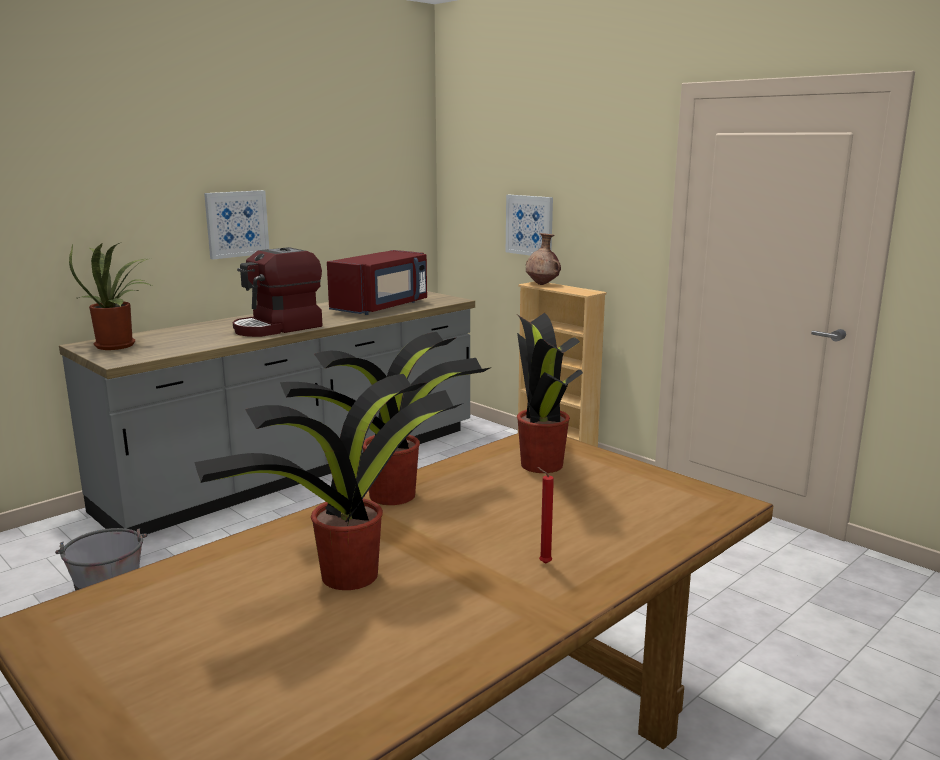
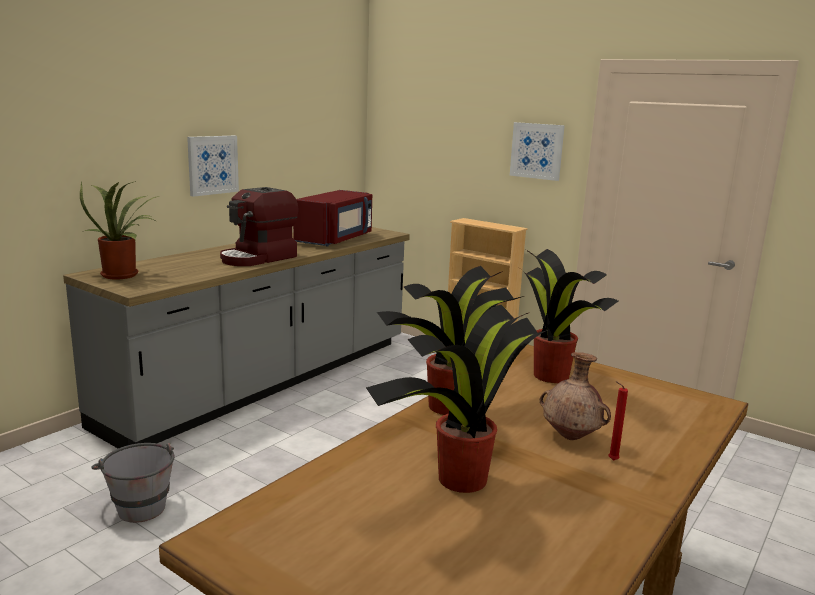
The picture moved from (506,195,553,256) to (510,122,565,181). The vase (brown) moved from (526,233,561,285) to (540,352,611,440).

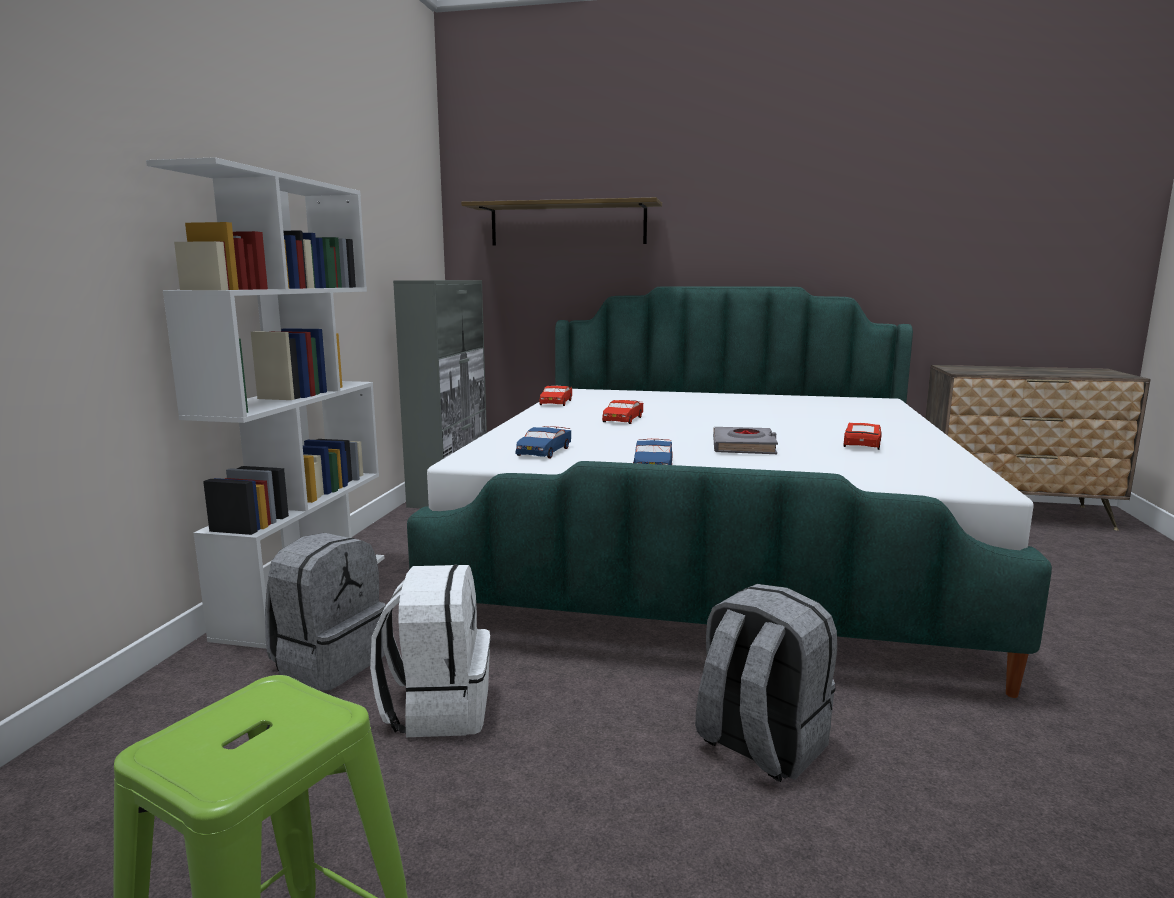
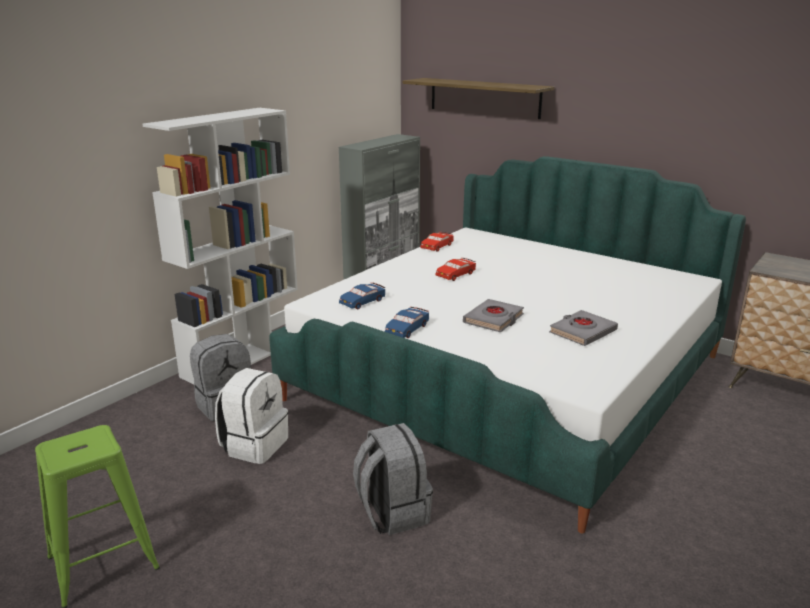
The toy car (red) at (844,423,882,450) was replaced by the book (grey) at (549,310,618,346).

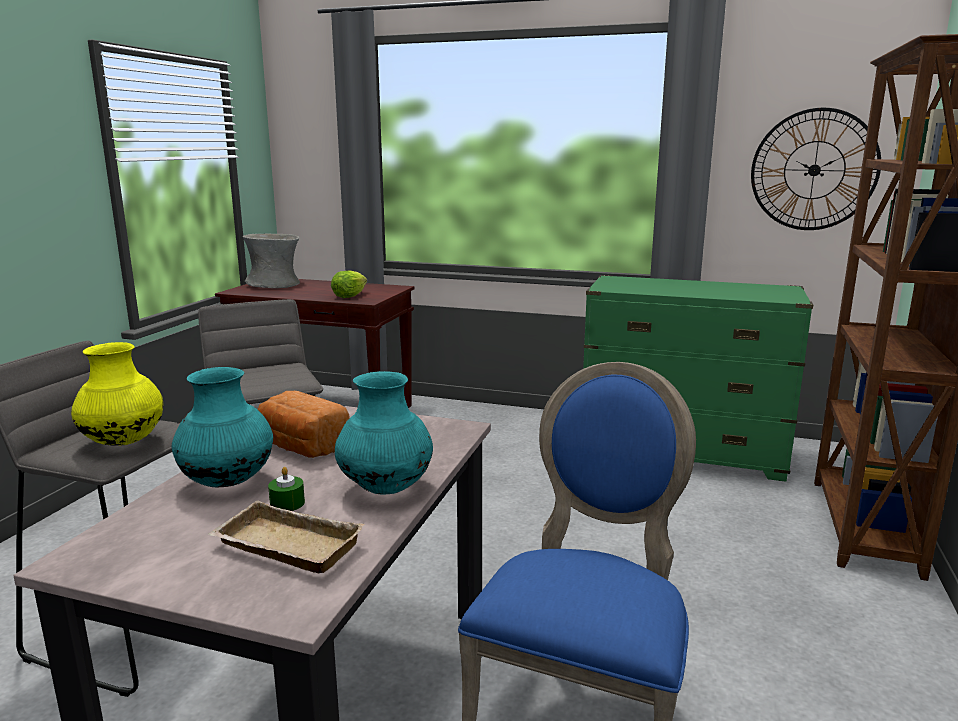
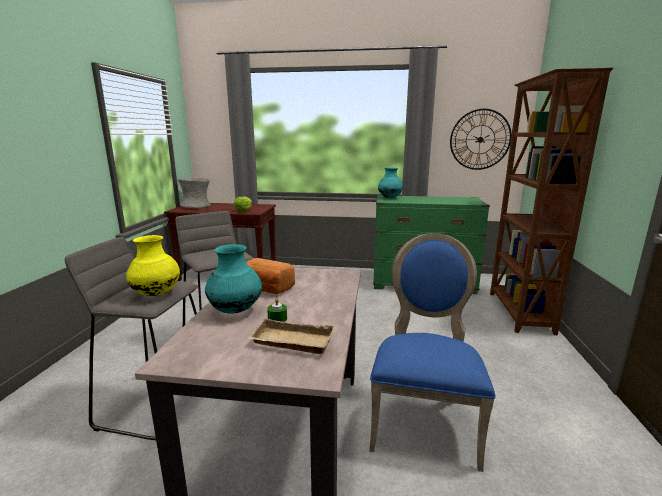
The vase (turquoise) moved from (335,371,433,495) to (378,168,403,198).

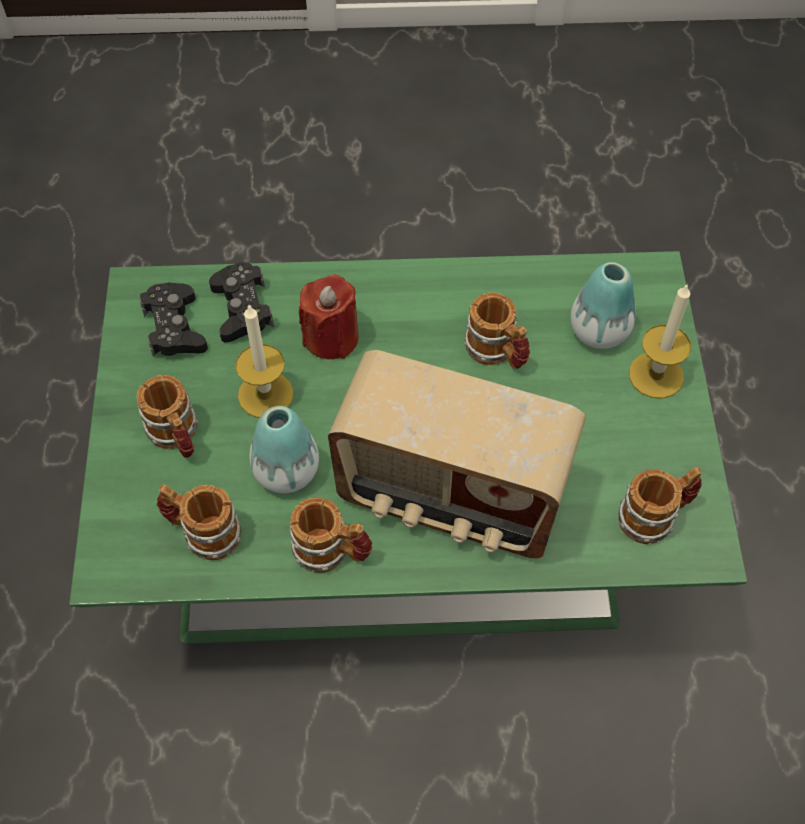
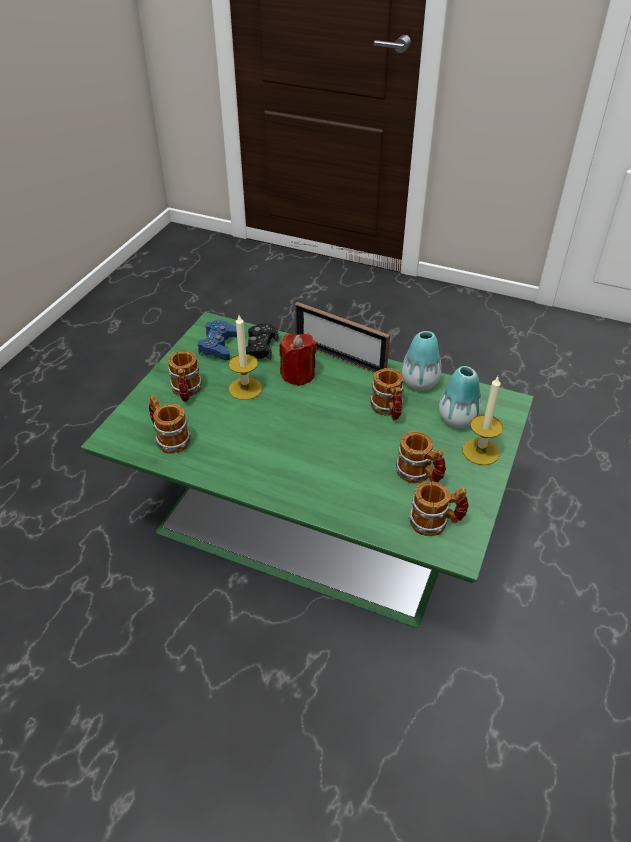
The game controller (black) at (139,282,208,357) became the game controller (blue) at (198,320,237,360). The picture frame at (295,302,390,373) appeared. The mug moved from (290,497,372,573) to (396,431,446,483). The vase moved from (250,406,319,493) to (401,331,441,390). The radio at (328,350,586,559) disappeared.

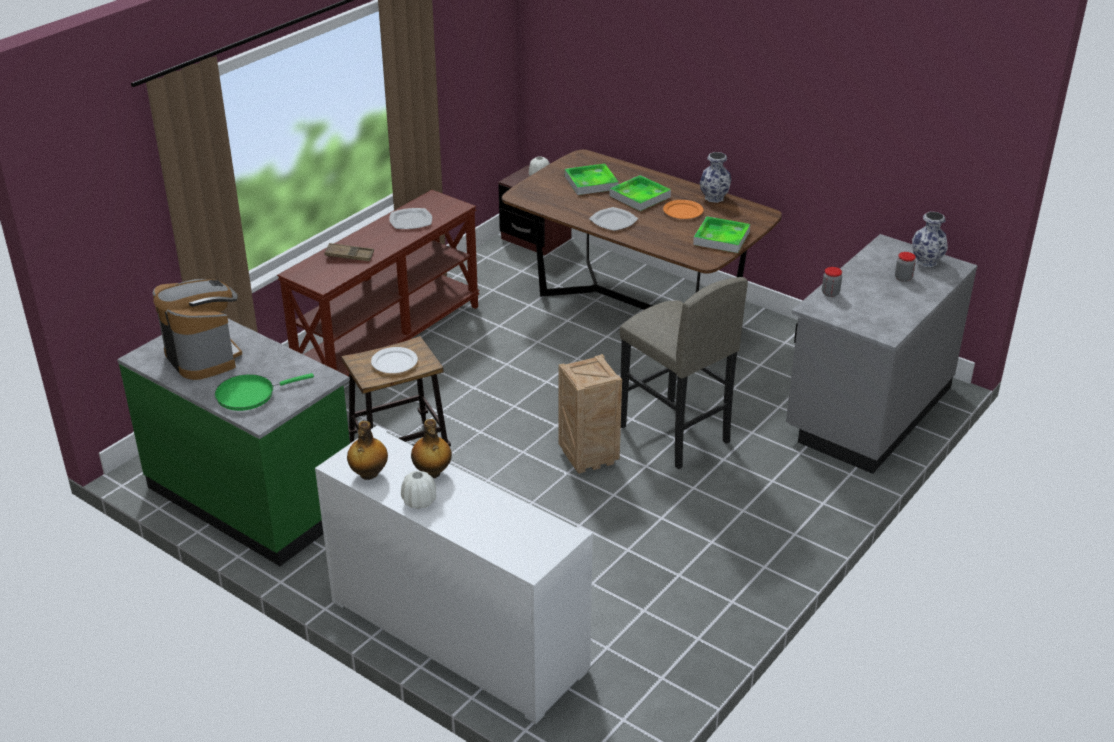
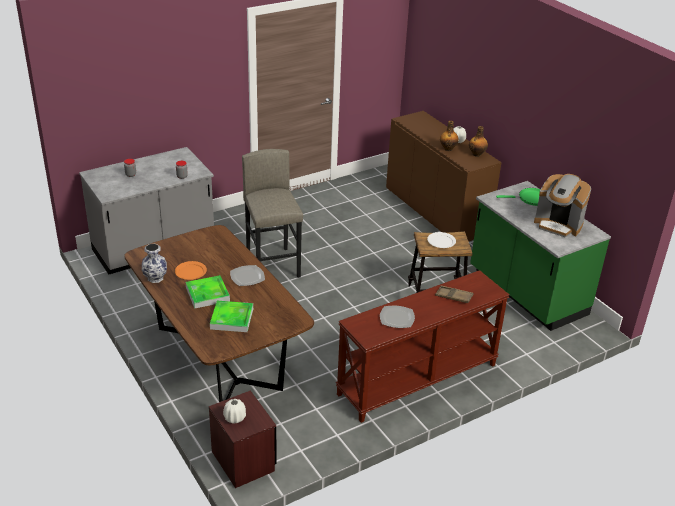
The cabinet (white) at (315,426,593,724) became the cabinet (brown) at (386,111,502,241). The coffee machine at (153,279,242,380) turned 45 degrees counterclockwise. The crate at (558,354,622,474) disappeared. The tray at (693,216,750,253) disappeared. The vase at (912,212,948,267) disappeared.

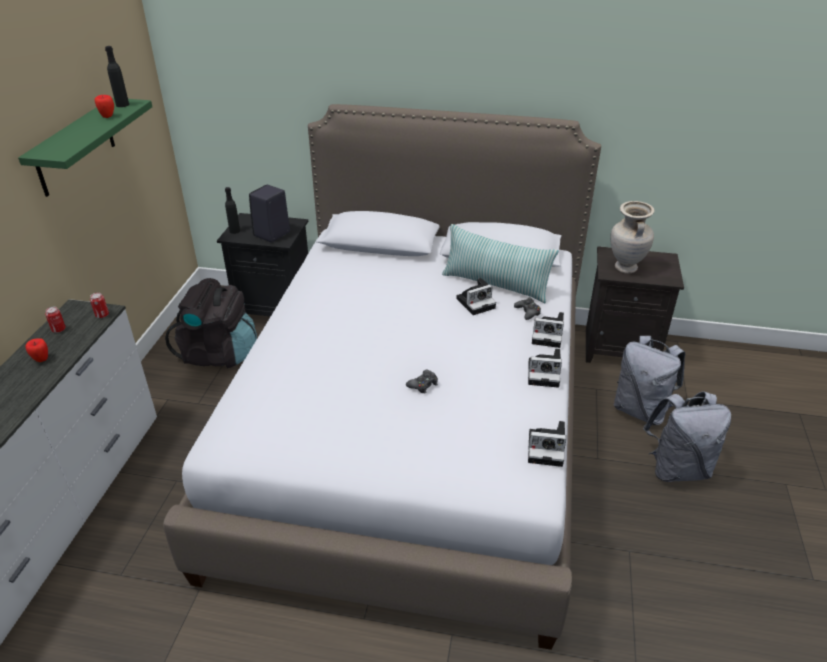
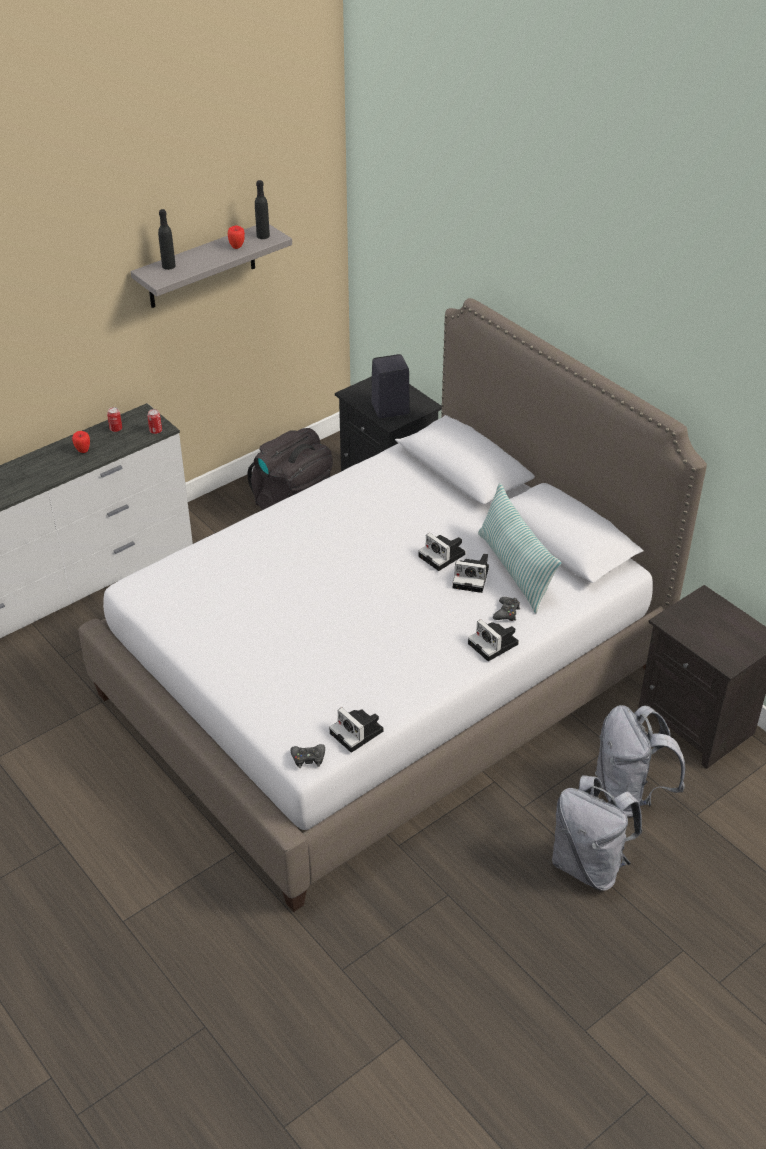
The shelf (green) at (18,98,152,197) became the shelf (grey) at (131,224,292,308). The bottle (black) moved from (225,187,240,234) to (158,209,176,270). The game controller (black) moved from (406,369,438,394) to (291,744,325,768). The photo camera moved from (528,348,562,388) to (418,533,465,571). The vase (beige) at (610,201,654,274) disappeared.

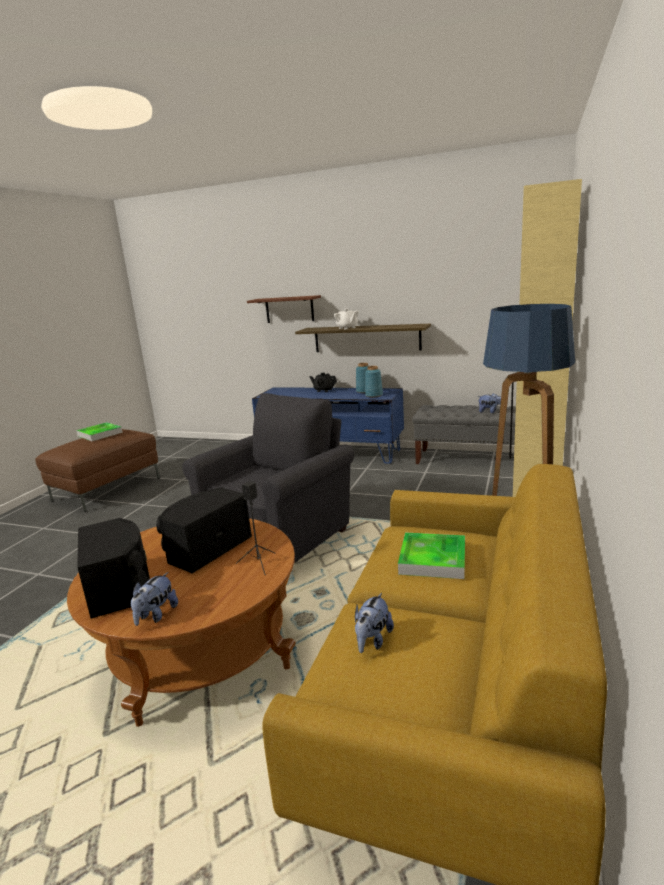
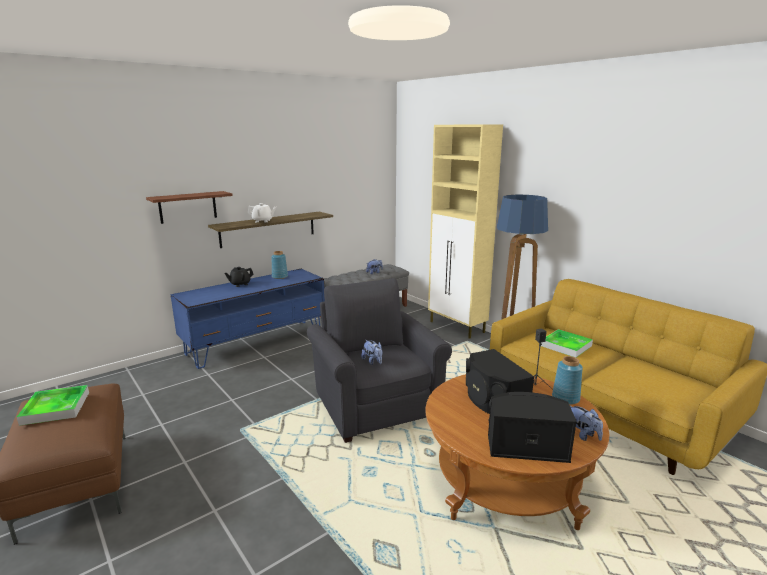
The plush toy moved from (355,593,394,653) to (361,340,382,365). The vase (blue) moved from (365,366,383,397) to (552,356,583,405).

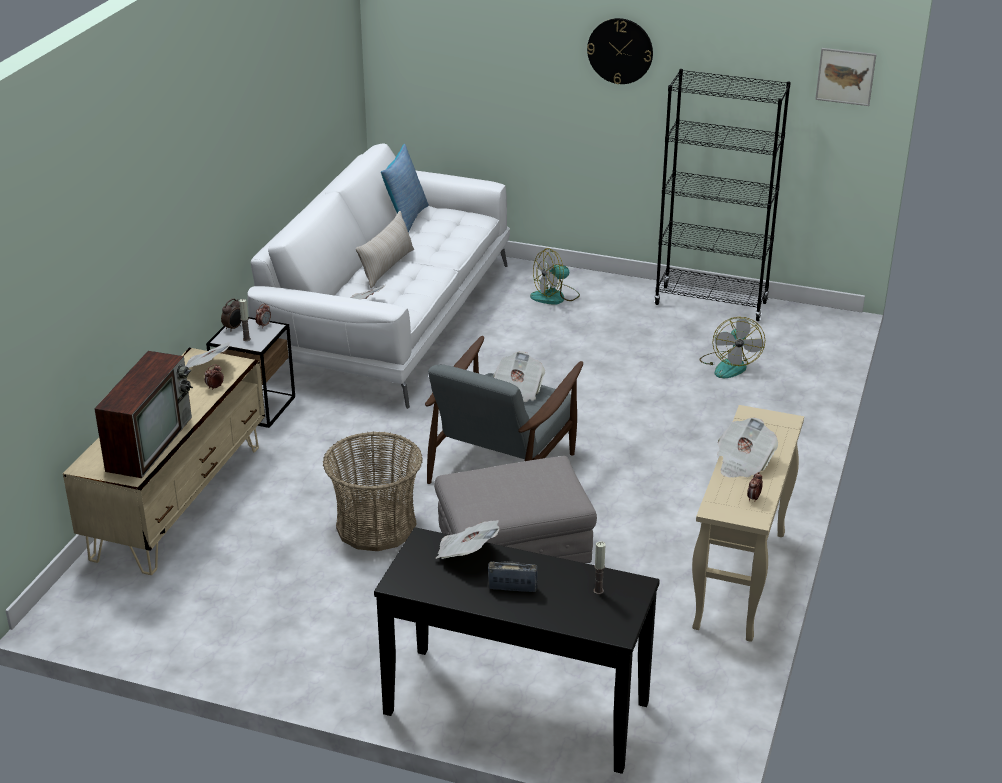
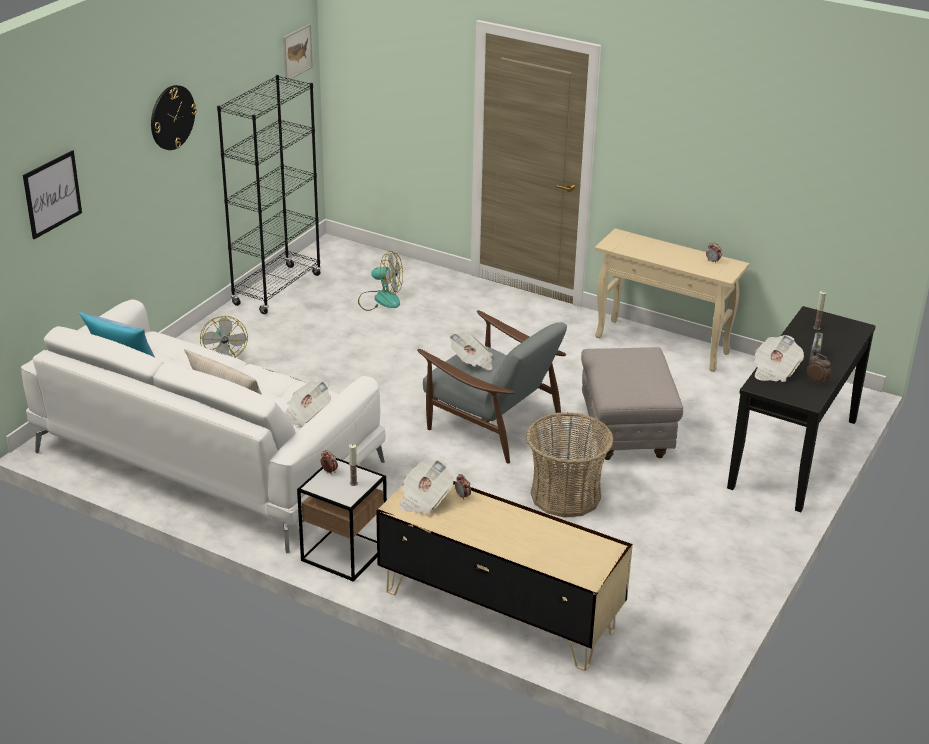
The picture at (23,150,82,239) appeared. The alarm clock moved from (221,298,242,332) to (807,353,831,385). The television at (94,351,193,478) disappeared. The newspaper at (717,418,778,477) disappeared.

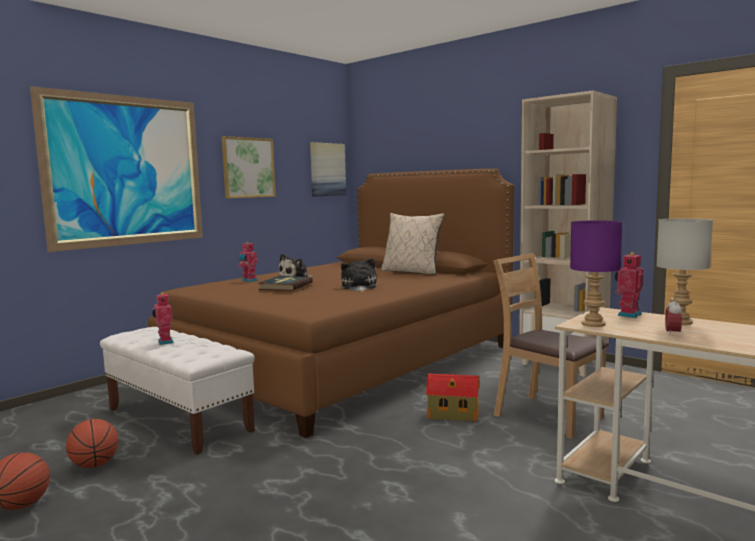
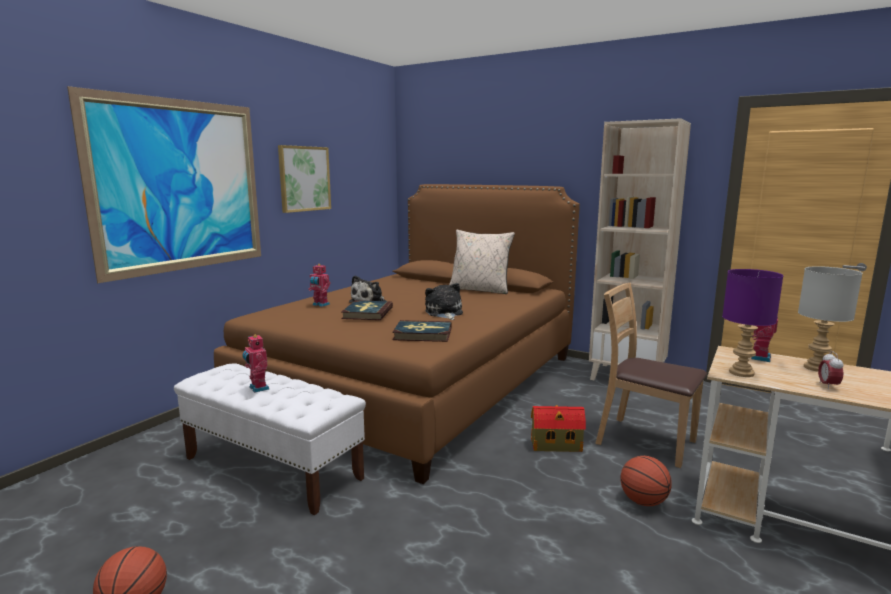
The book at (392,320,452,342) appeared. The basketball moved from (66,419,118,468) to (620,456,672,506). The picture at (310,142,346,196) disappeared.

